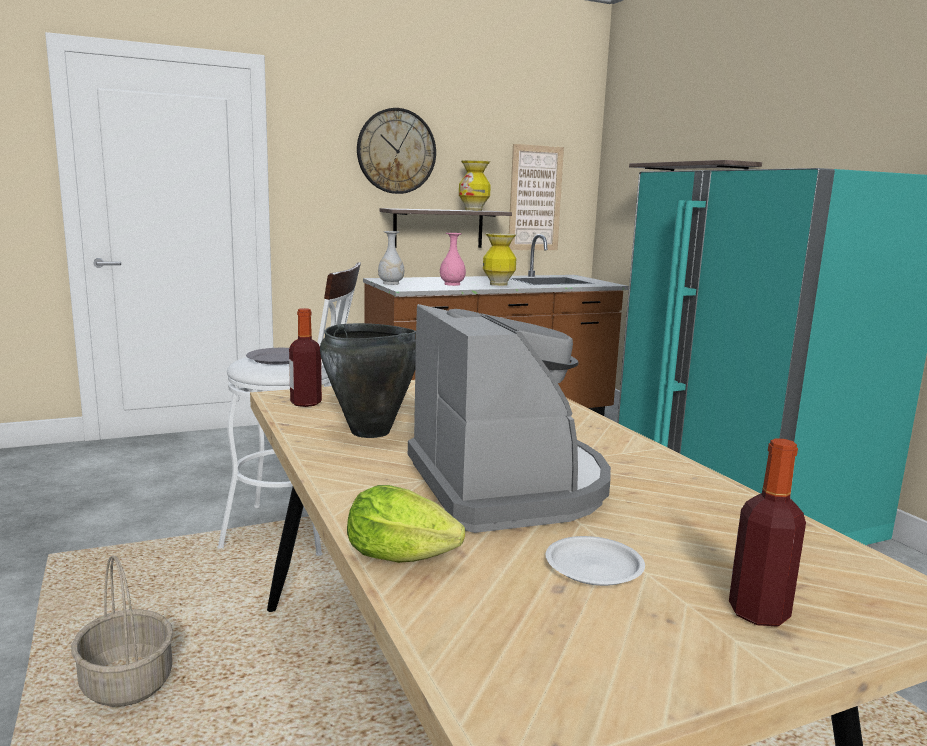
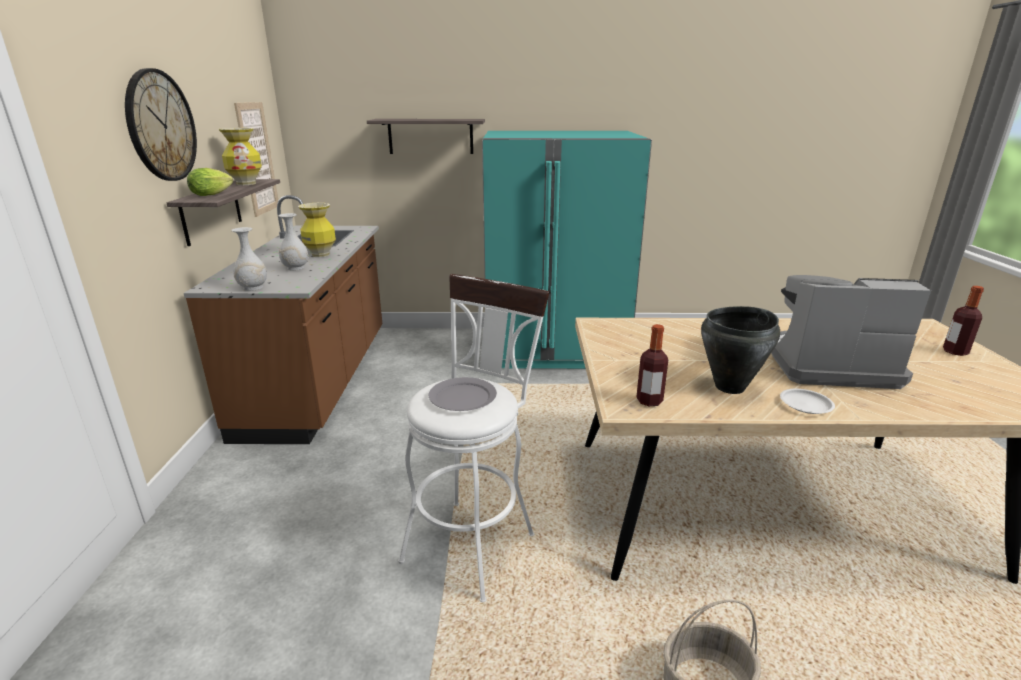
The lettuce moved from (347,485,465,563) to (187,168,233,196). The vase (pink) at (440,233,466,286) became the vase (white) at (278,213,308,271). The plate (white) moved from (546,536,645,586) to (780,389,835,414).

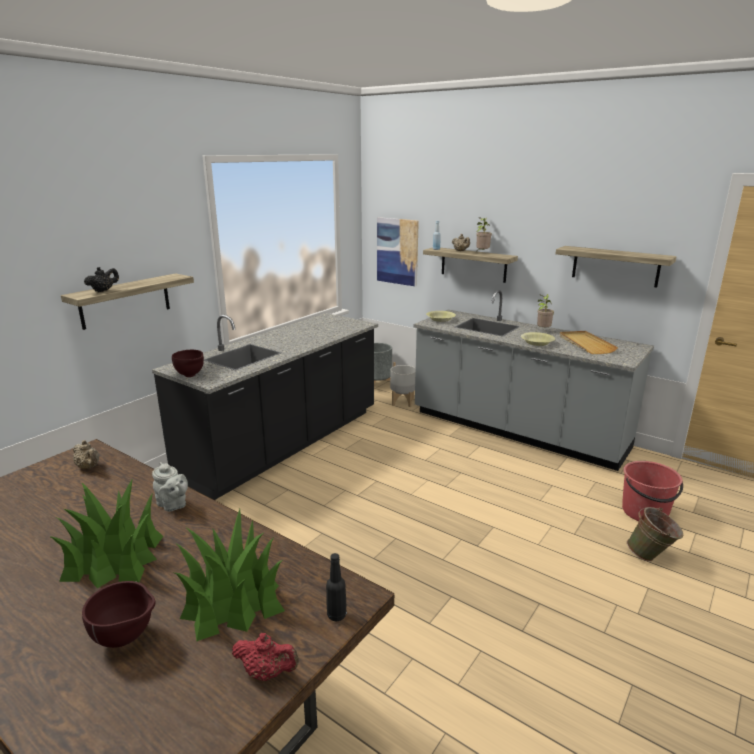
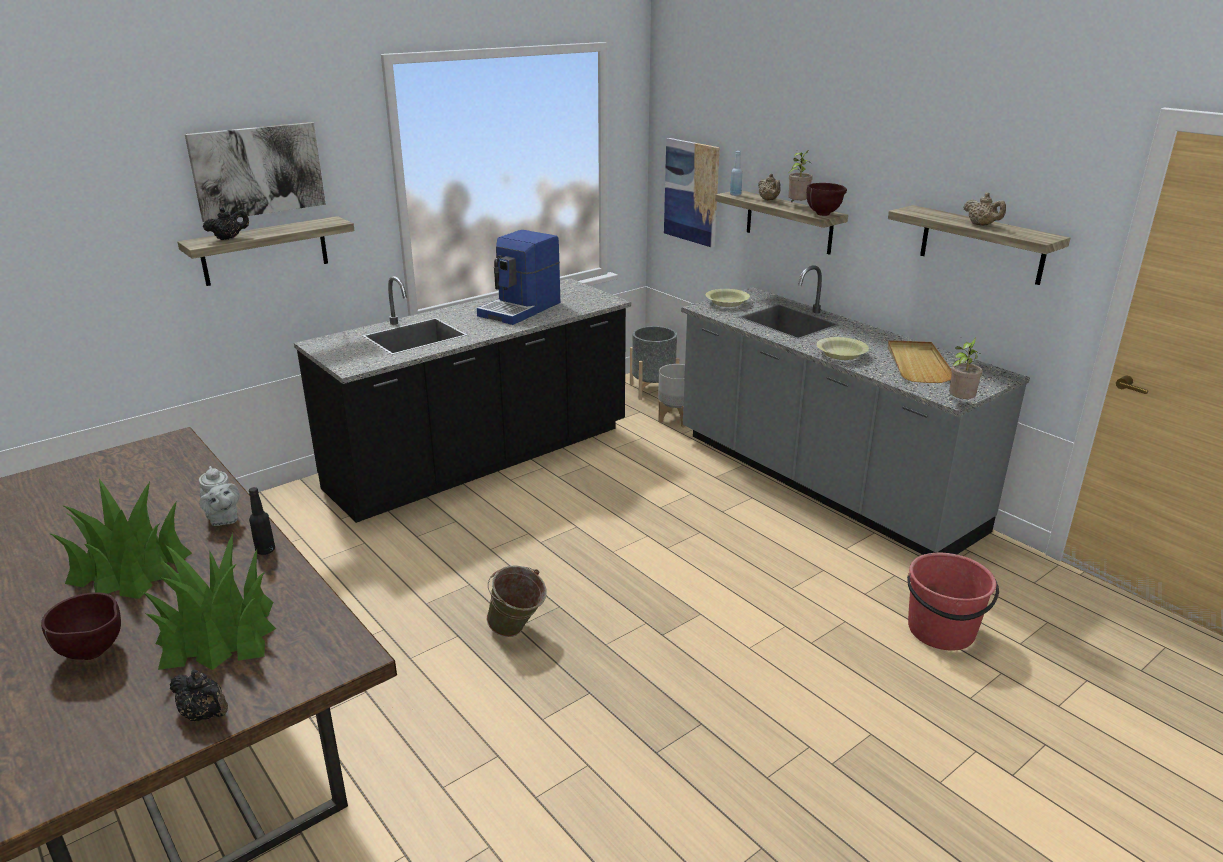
The teapot (red) at (232,633,299,681) became the teapot (black) at (170,670,228,721). The picture at (185,122,326,222) appeared. The bottle (black) moved from (326,553,347,621) to (249,487,275,555). The coffee machine at (477,230,560,325) appeared. The bucket (green) moved from (627,507,683,562) to (487,565,547,637). The bowl (brown) moved from (172,350,204,377) to (807,183,847,216). The potted plant moved from (536,294,554,328) to (949,337,983,399). The teapot (beige) moved from (73,440,99,469) to (963,193,1006,226).

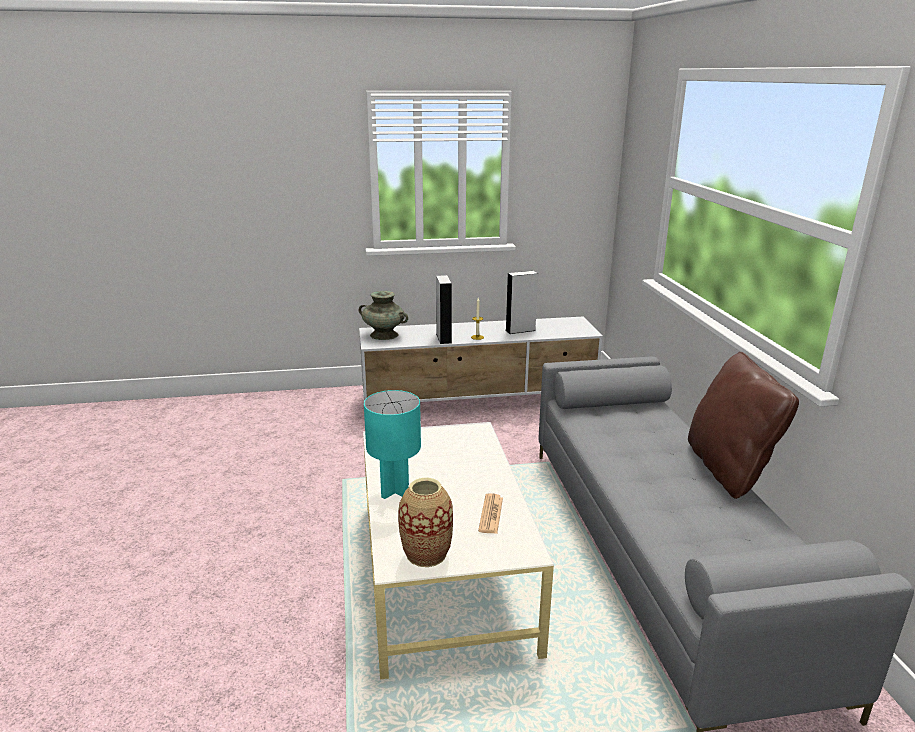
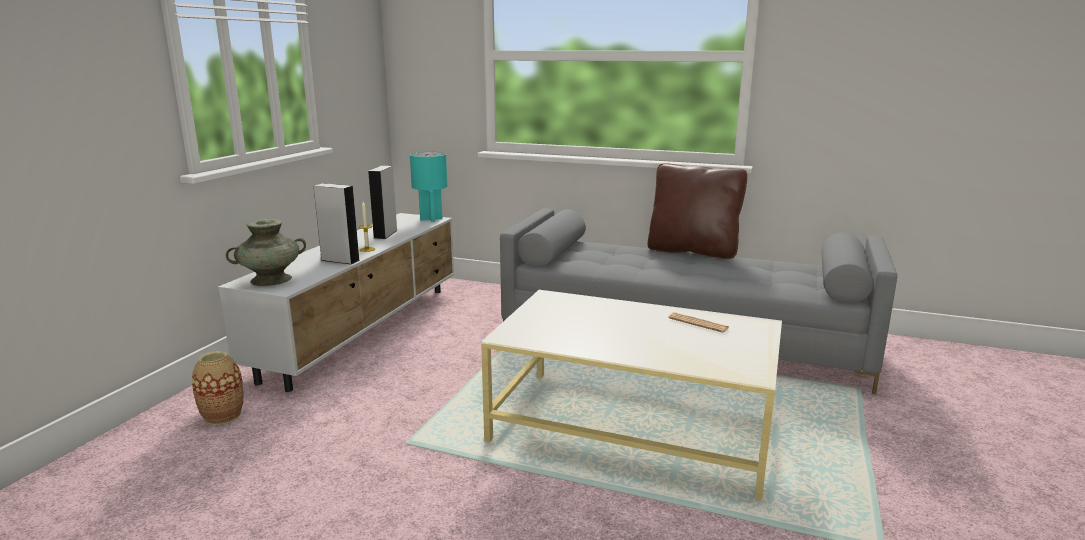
The vase moved from (398,478,453,567) to (192,351,244,425). The table lamp (turquoise) moved from (364,390,421,499) to (410,152,447,222).

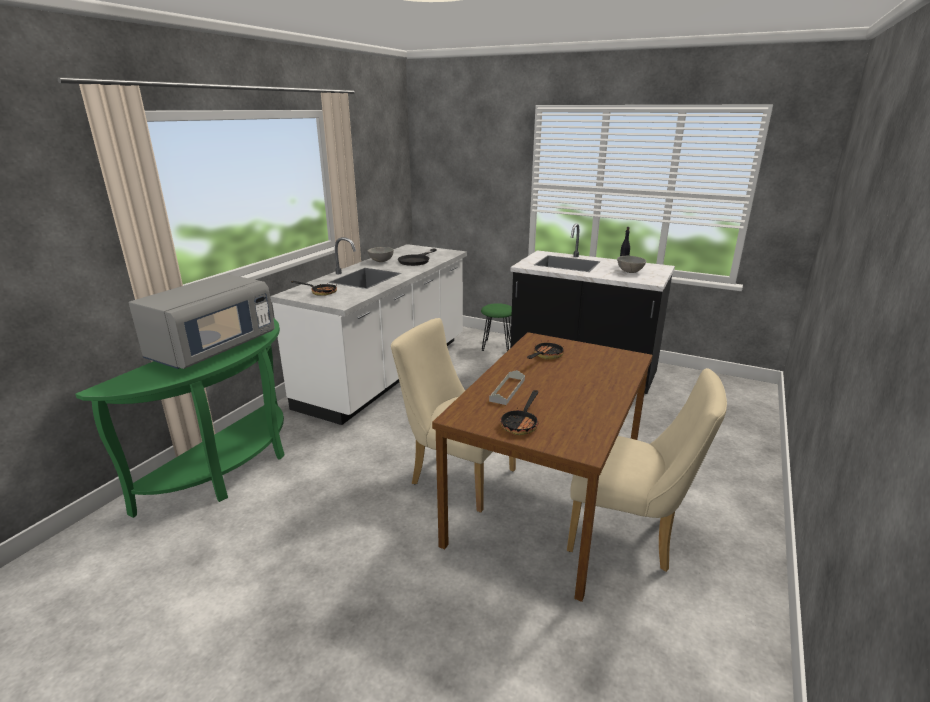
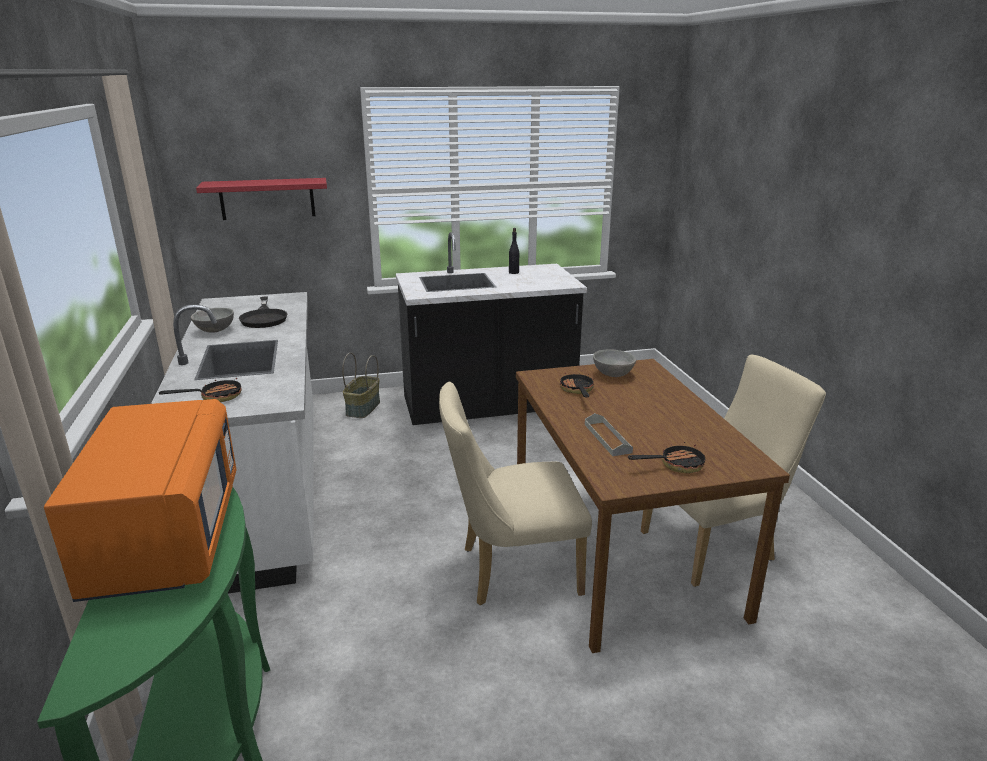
The microwave (grey) at (129,274,275,369) became the microwave (orange) at (44,399,237,602). The shelf (red) at (196,178,327,220) appeared. The stool (green) at (481,303,512,351) was replaced by the basket at (342,353,380,418). The bowl (grey) moved from (617,256,646,273) to (593,349,636,377). The frying pan at (500,390,539,435) turned 90 degrees counterclockwise.

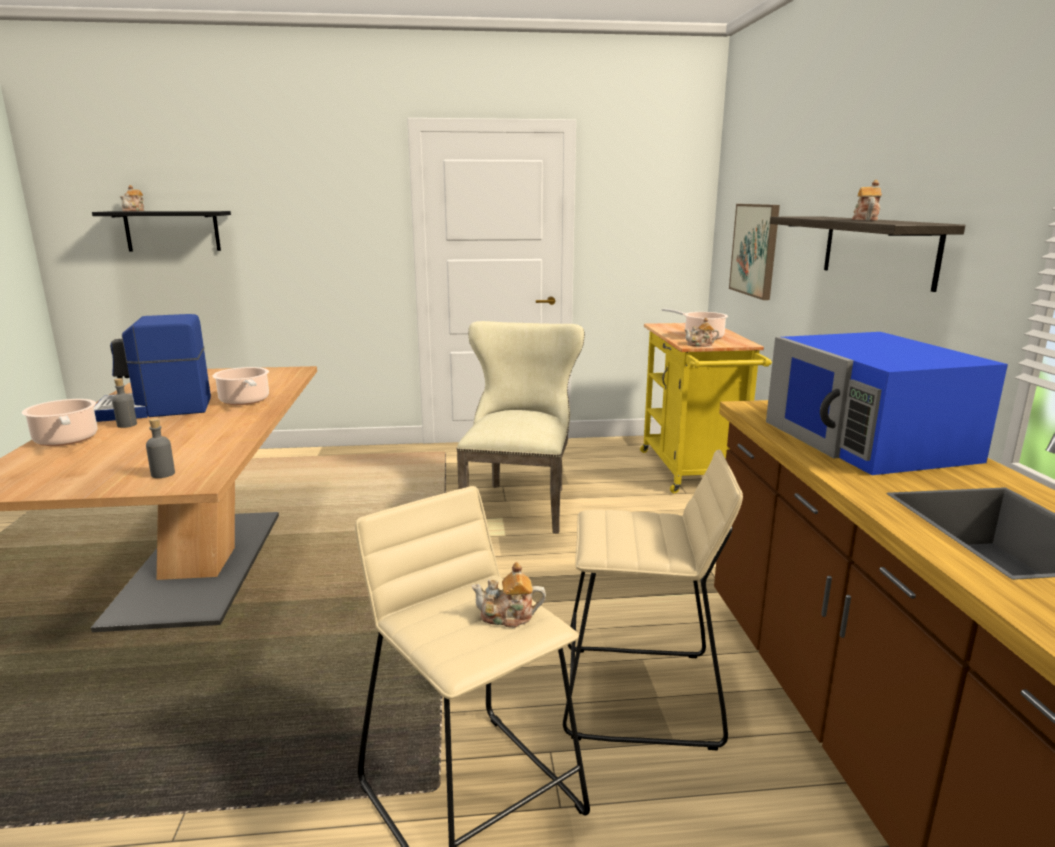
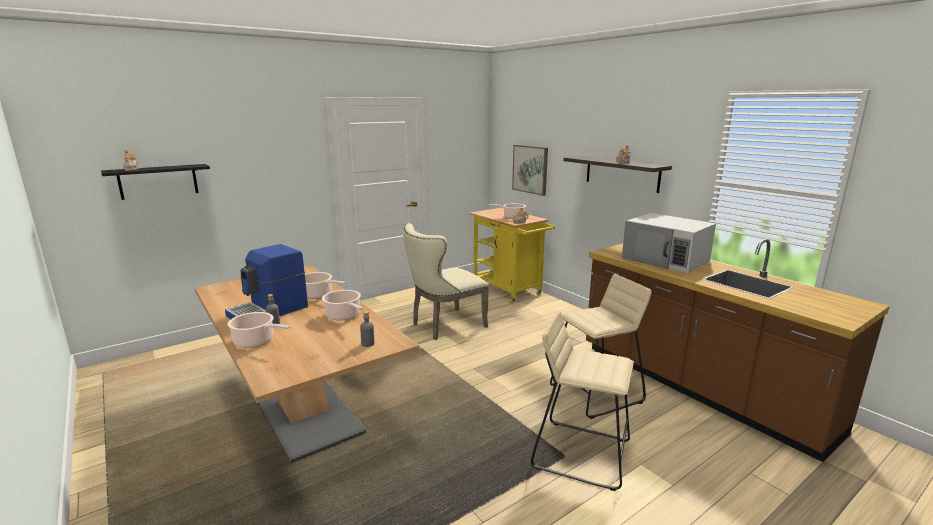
The cooking pot at (322,290,362,321) appeared. The chair (beige) at (456,321,585,534) turned 105 degrees counterclockwise. The microwave (blue) at (766,332,1008,475) became the microwave (white) at (622,213,716,273). The teapot at (471,562,546,628) disappeared.

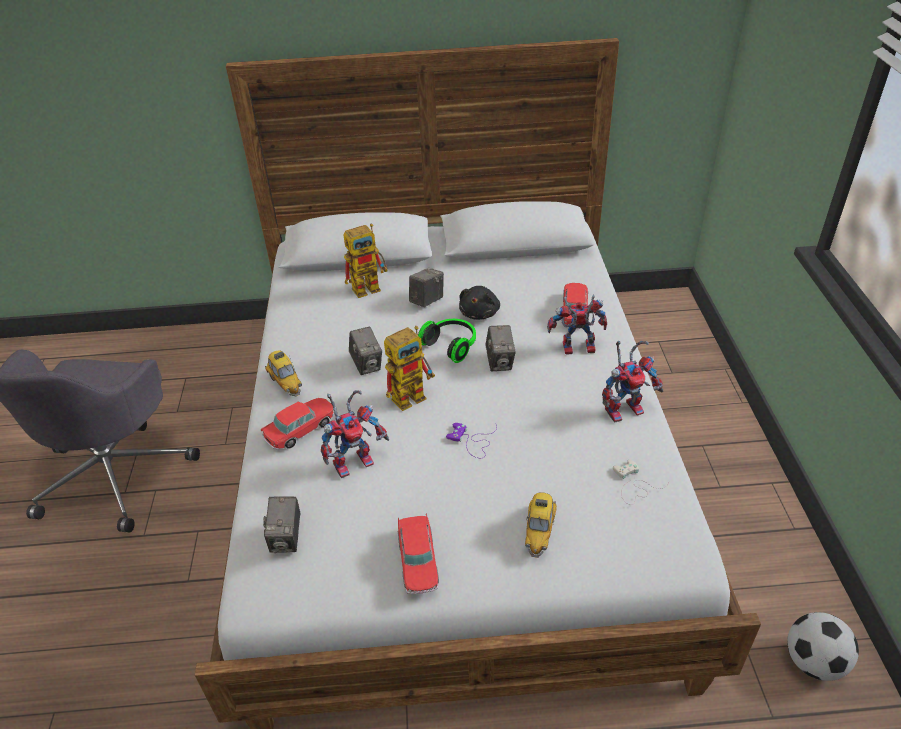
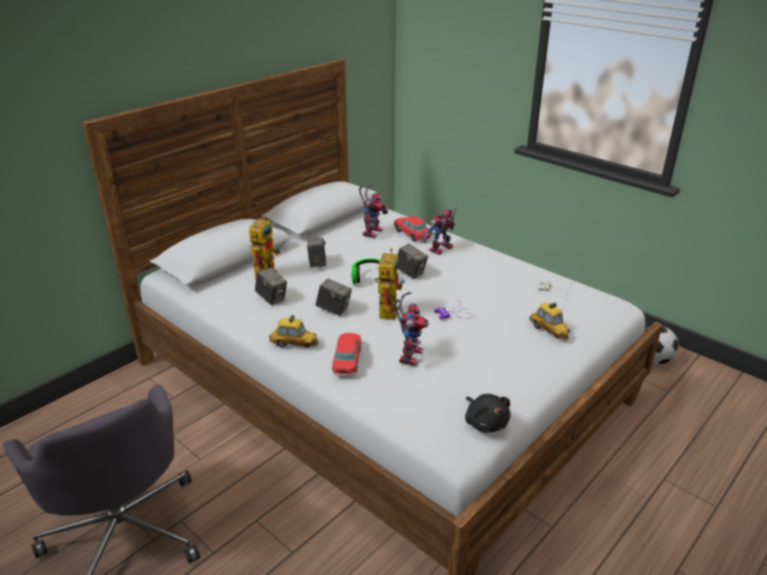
The photo camera moved from (263,497,301,553) to (255,267,287,305). The toy robot moved from (602,341,663,423) to (359,183,388,238). The plush toy (black) moved from (459,286,500,320) to (465,394,511,433). The toy car at (398,514,439,594) disappeared.

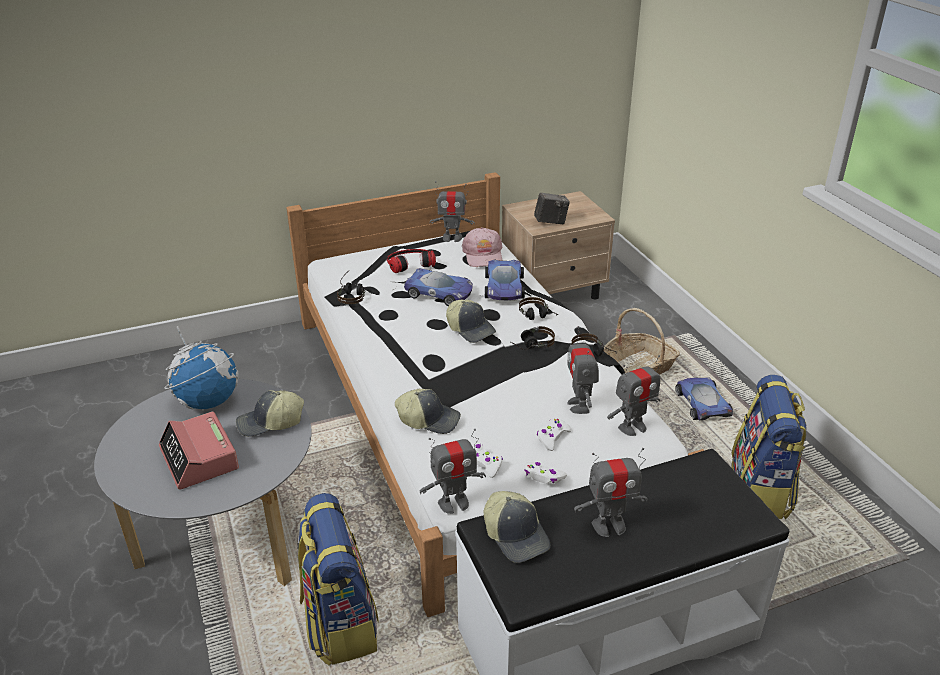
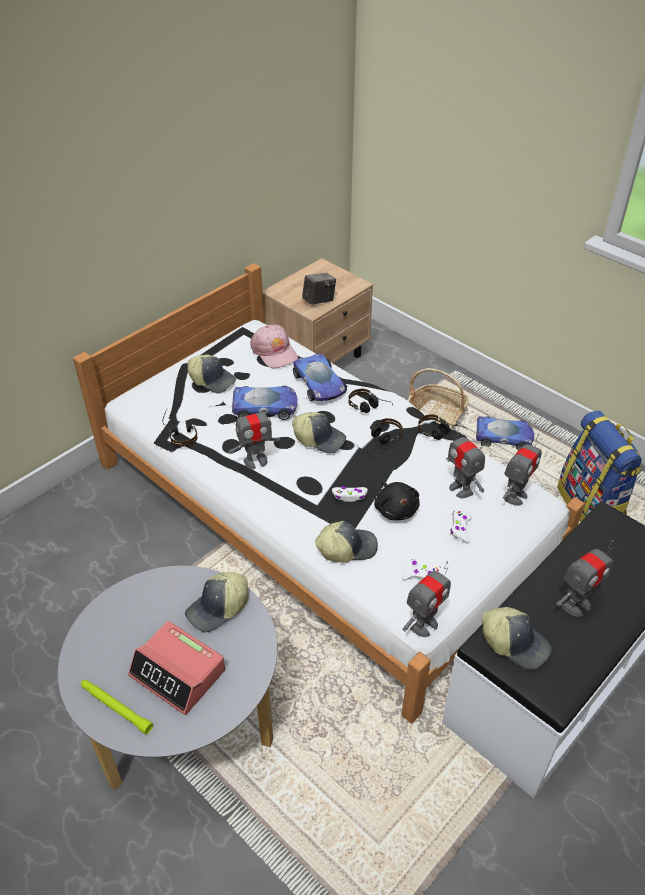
The flashlight (green) at (81,680,153,734) appeared. The headphones at (387,249,436,273) was replaced by the cap at (188,355,236,393). The toy robot moved from (430,181,475,242) to (228,404,280,469). The game controller (white) moved from (524,462,567,484) to (332,486,368,502). The plush toy (black) at (374,480,420,520) appeared. The toy car at (675,378,733,420) turned 135 degrees clockwise. The globe at (164,326,239,410) disappeared. The backpack at (298,493,379,665) disappeared.

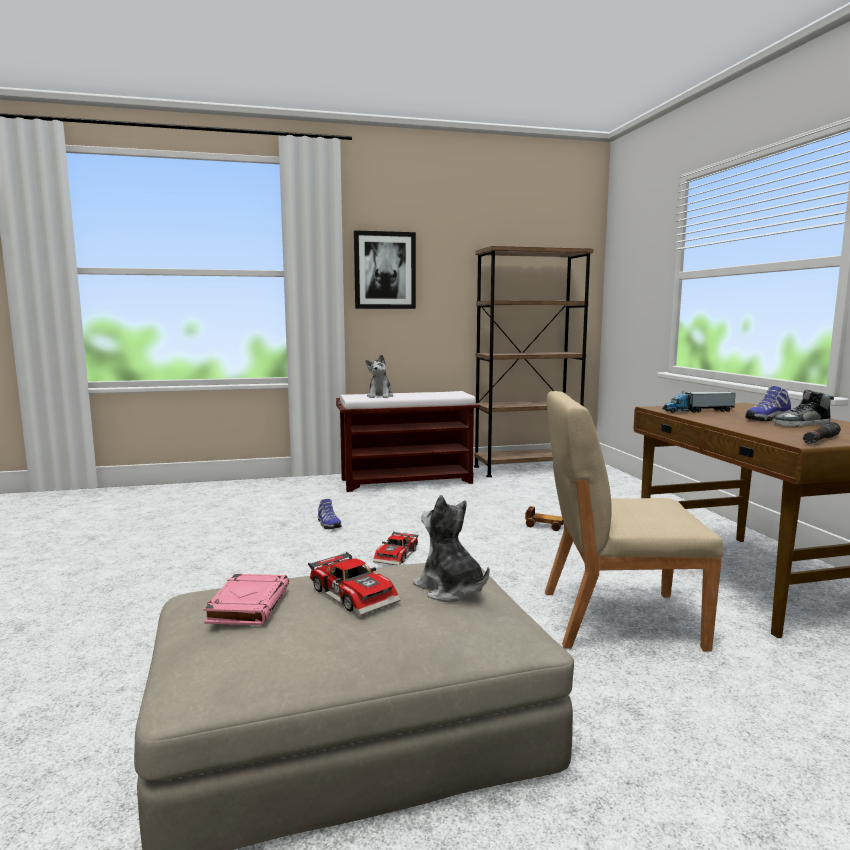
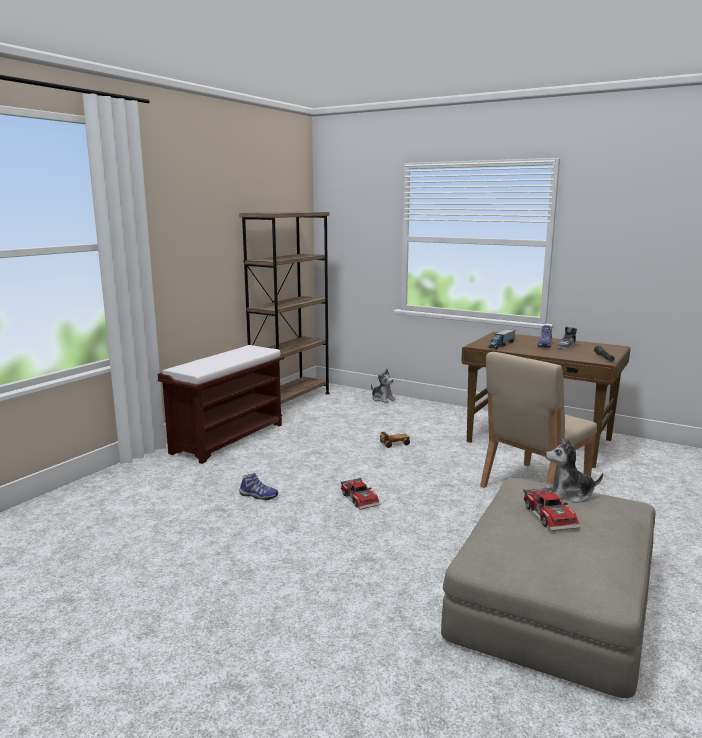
The plush toy moved from (366,354,393,398) to (371,369,396,403). The toy car at (308,552,401,616) turned 75 degrees clockwise. The book (pink) at (203,574,289,625) disappeared. The picture at (354,230,416,309) disappeared.

